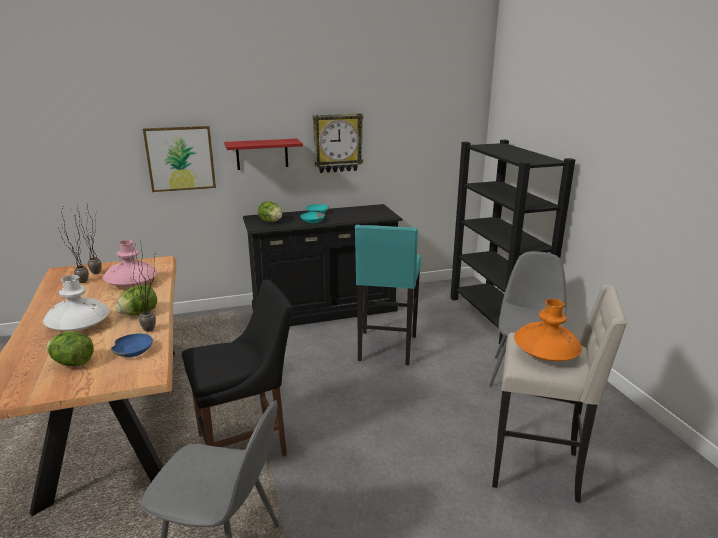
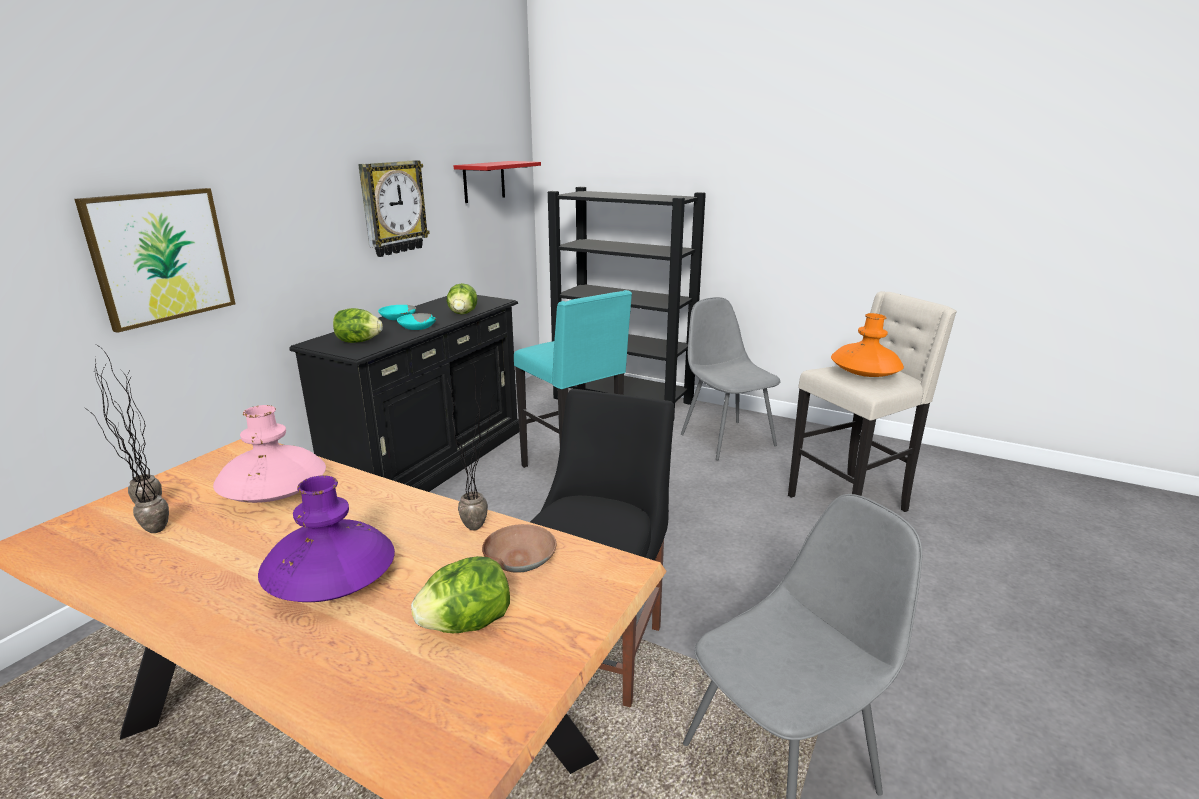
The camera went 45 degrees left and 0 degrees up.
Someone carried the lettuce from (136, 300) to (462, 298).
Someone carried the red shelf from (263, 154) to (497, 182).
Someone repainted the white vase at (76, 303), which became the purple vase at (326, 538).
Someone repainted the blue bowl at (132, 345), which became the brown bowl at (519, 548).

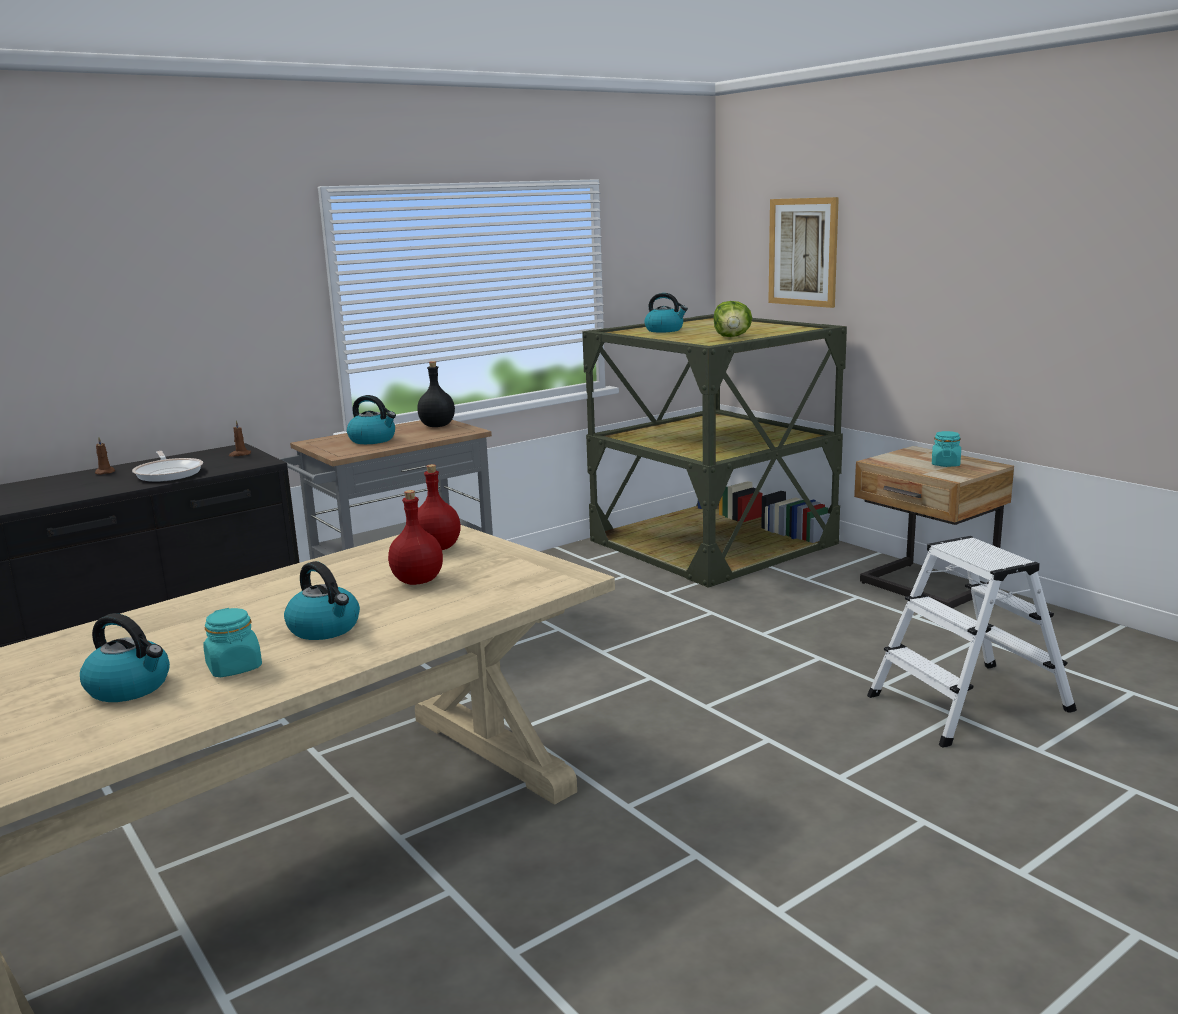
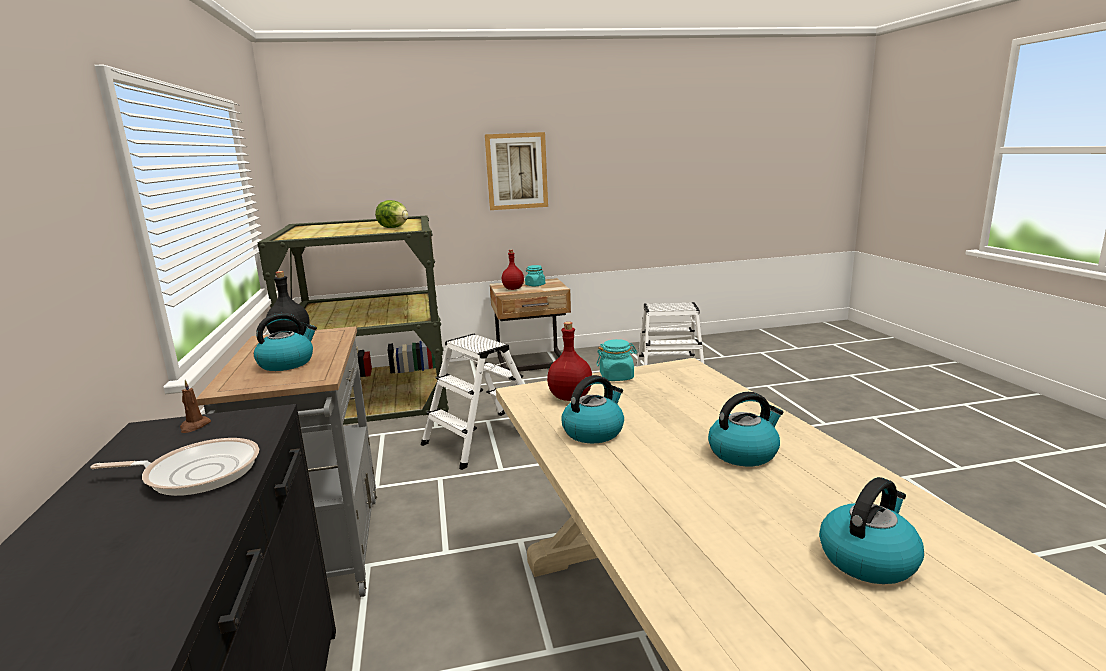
The camera went 65 degrees left and 0 degrees up.
Someone took away the brown candle at (105, 456).
Someone put down the white step ladder at (472, 402).
Someone carried the turquoise jar from (232, 642) to (617, 360).
Someone carried the red bottle from (415, 537) to (513, 270).
Someone carried the kettle from (666, 312) to (592, 409).
Someone carried the picture from (803, 252) to (516, 171).

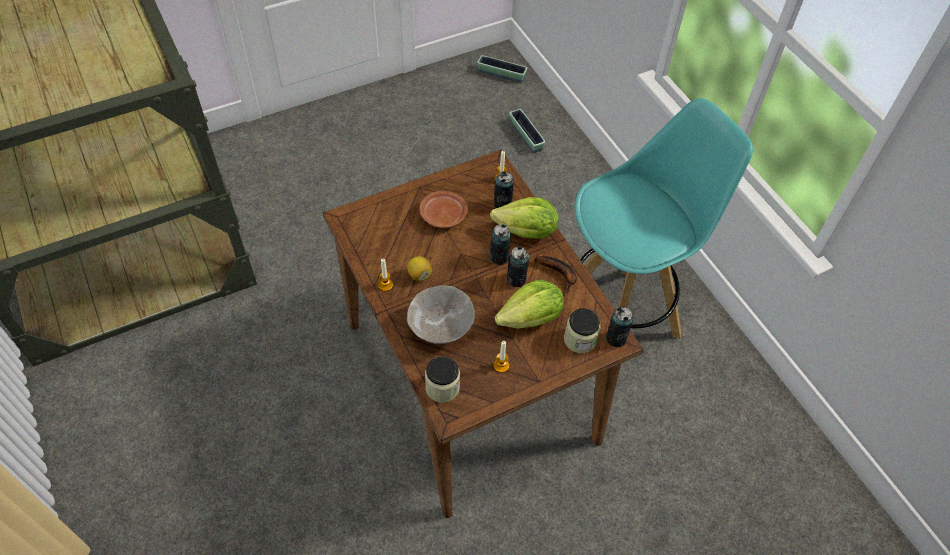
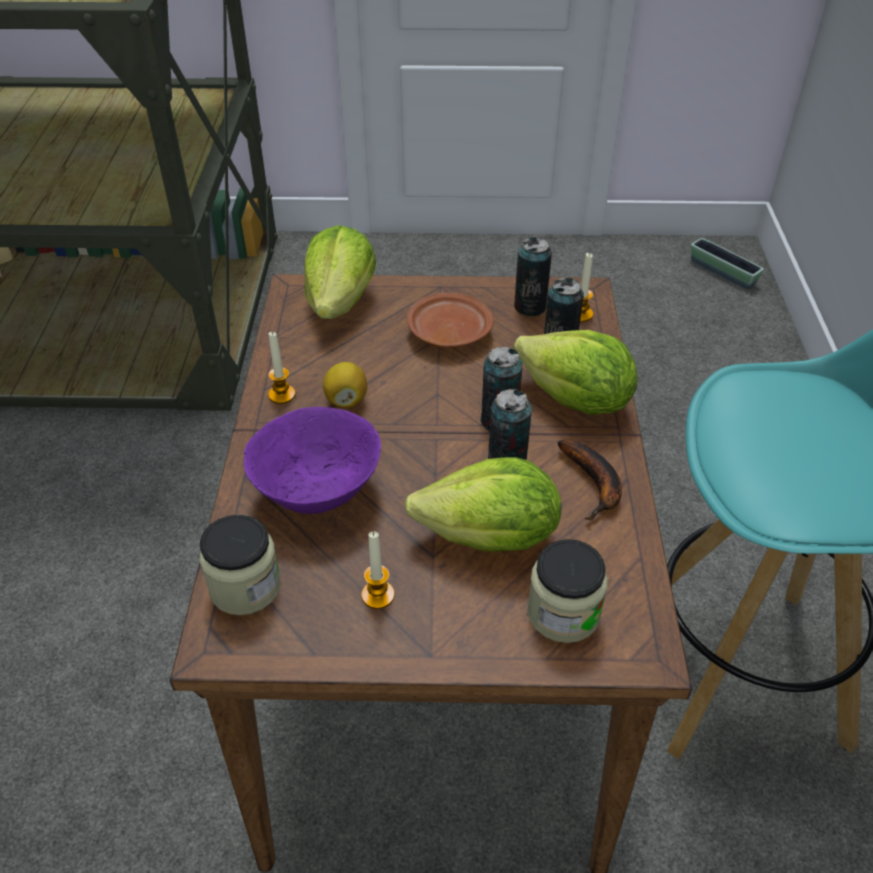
The camera went 30 degrees right and 10 degrees down.
Someone took away the planter at (527, 131).
Someone put down the lettuce at (340, 272).
Someone carried the can from (619, 327) to (533, 276).
Someone repainted the grey bowl at (441, 314), which became the purple bowl at (312, 460).

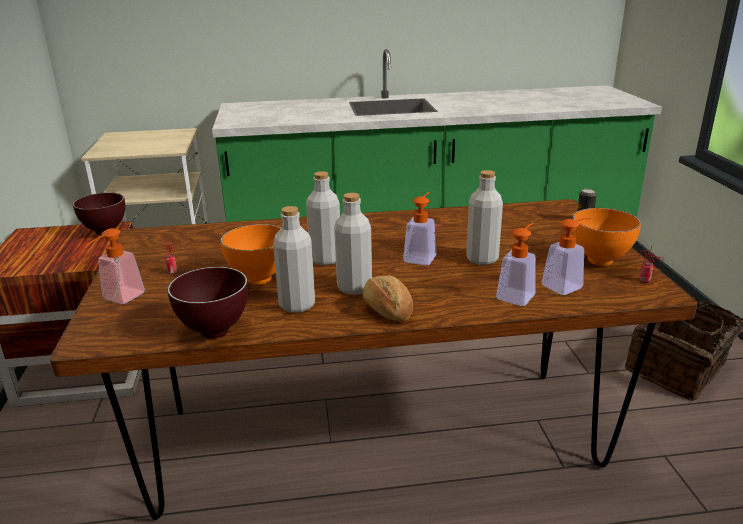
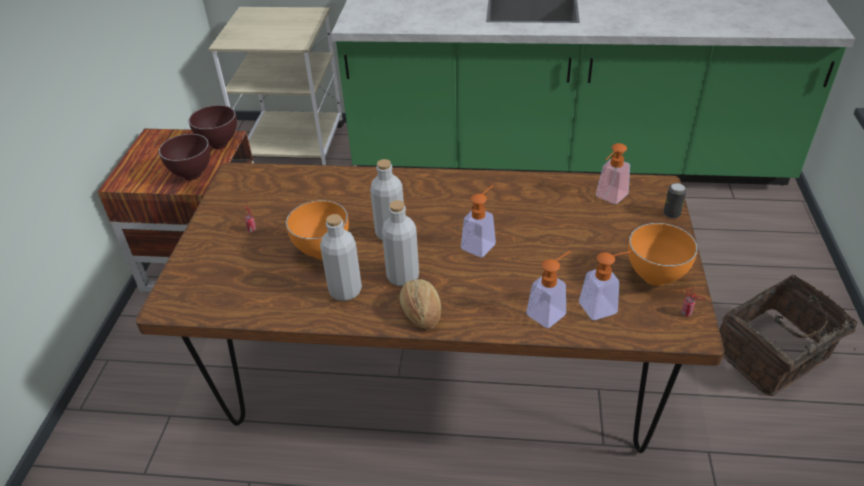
The camera went 15 degrees right and 15 degrees up.
Someone took away the grey bottle at (484, 217).
Someone carried the soap dispenser from (115, 266) to (613, 173).
Someone carried the brown bowl from (208, 303) to (185, 157).

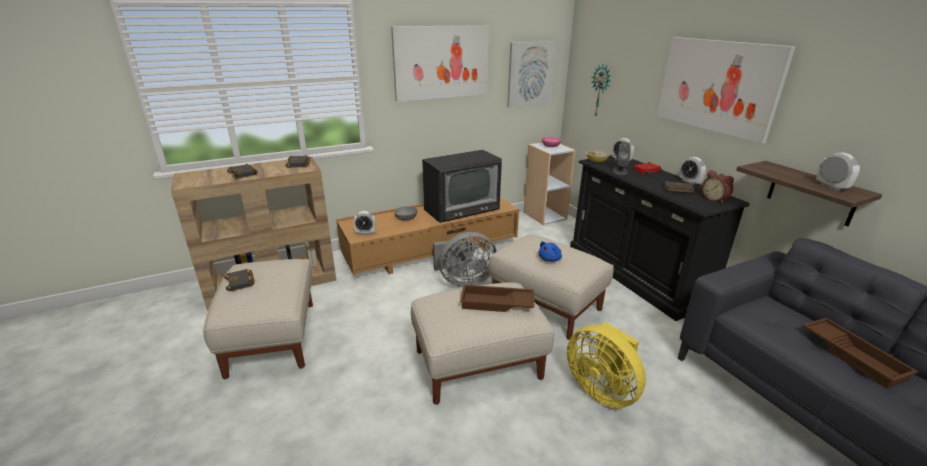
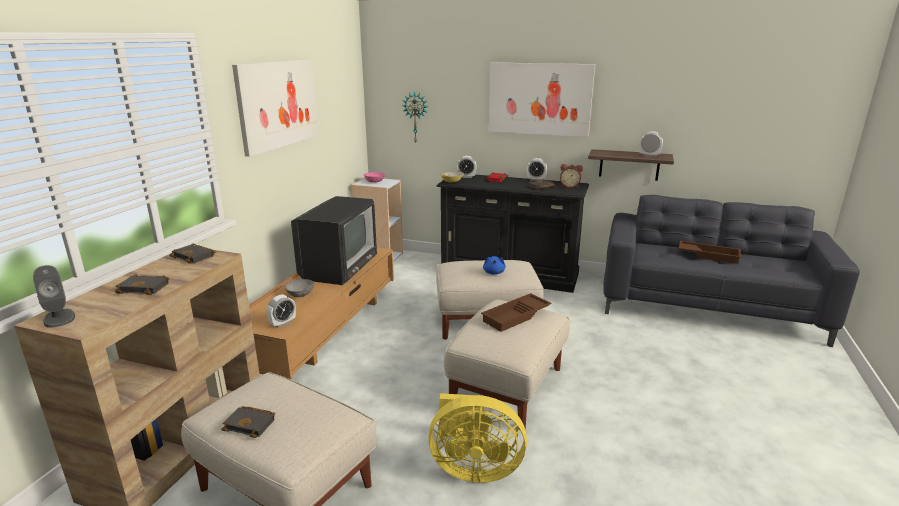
The camera went 45 degrees left and 5 degrees down.
Someone took away the grey fan at (465, 259).
Someone took away the picture at (531, 74).
Someone carried the yellow fan from (606, 365) to (478, 438).
Someone carried the grey speaker from (622, 158) to (54, 296).

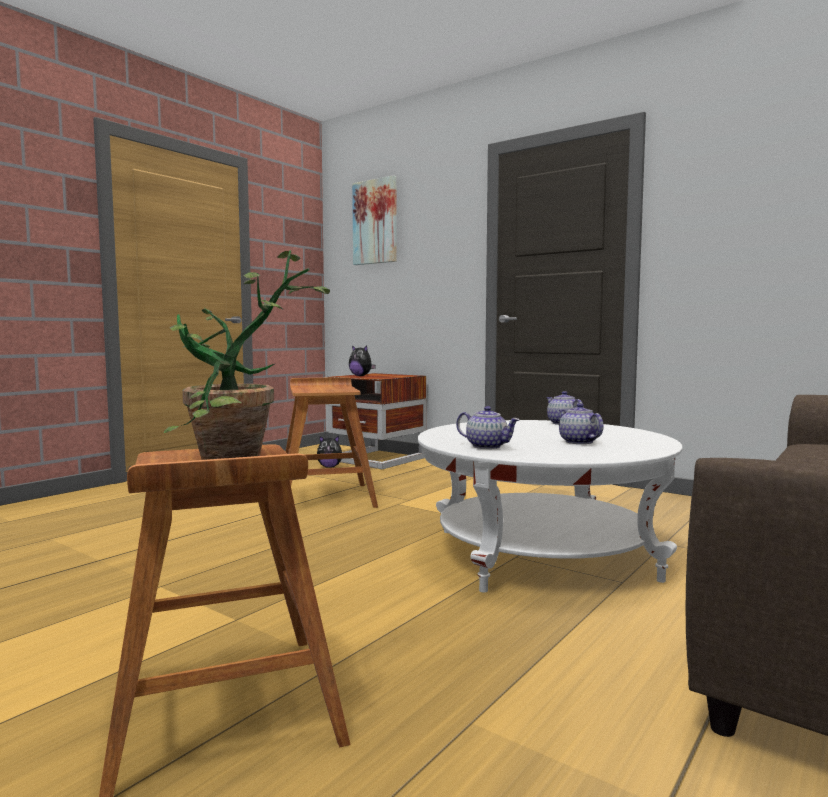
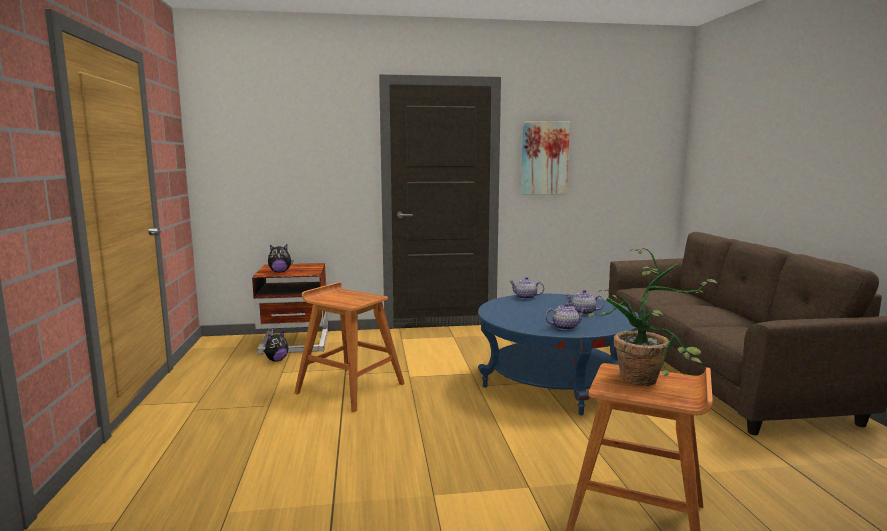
The camera went 45 degrees left and 5 degrees up.
Someone carried the picture from (374, 220) to (545, 158).
Someone repainted the white coffee table at (550, 506), which became the blue coffee table at (558, 354).

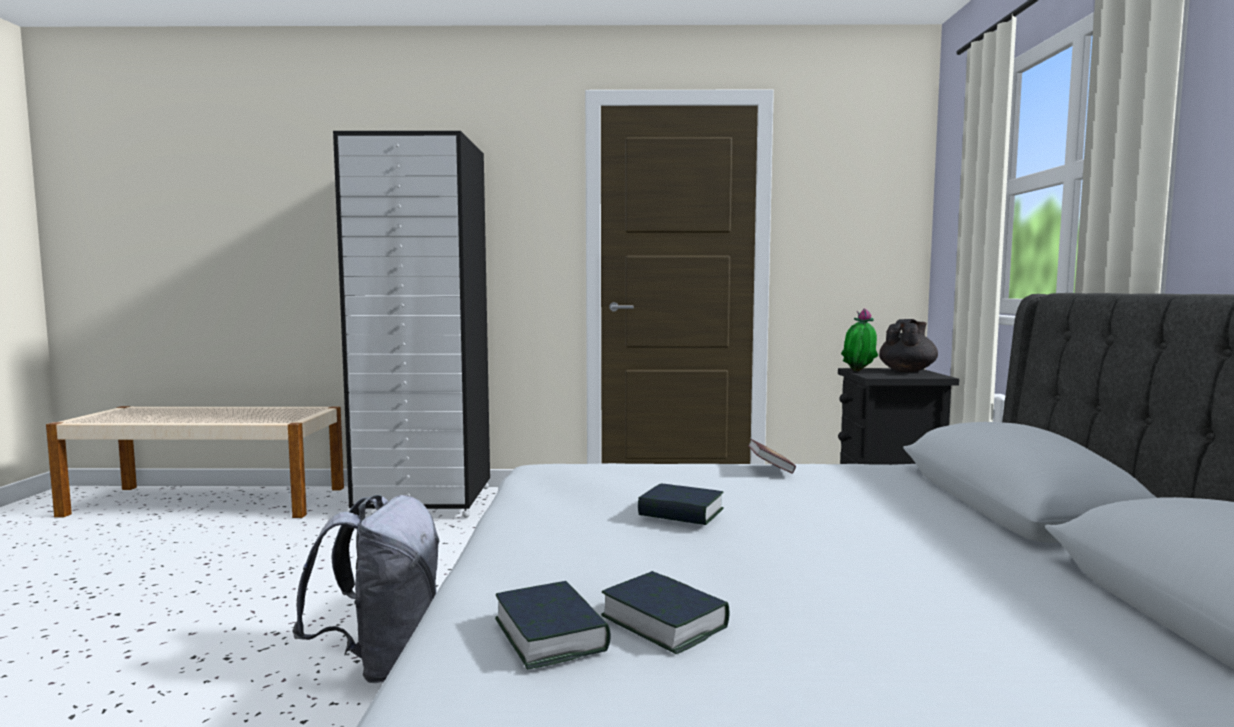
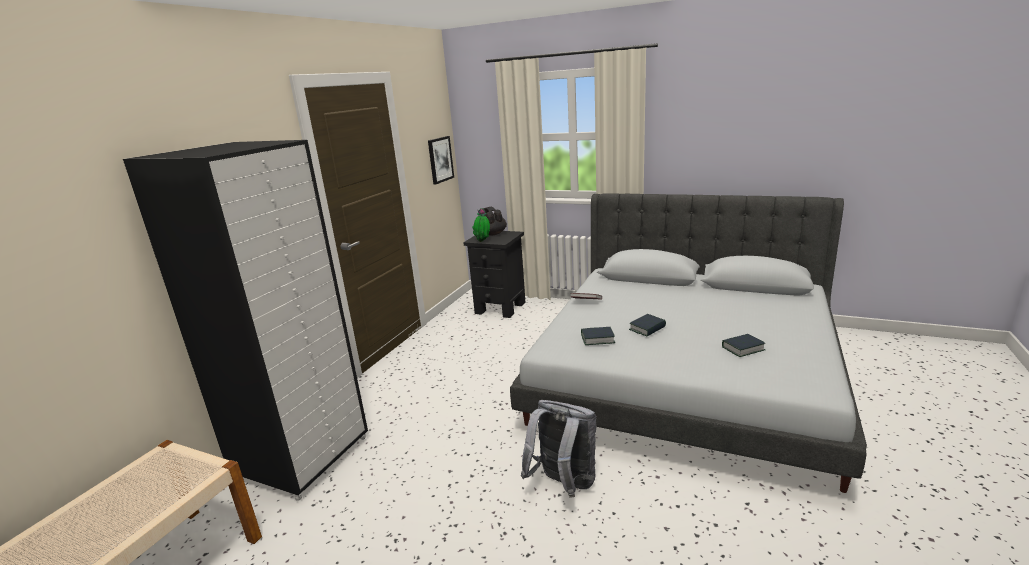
The camera went 65 degrees left and 15 degrees up.
Someone put up the picture at (441, 160).
Someone carried the book from (553, 625) to (598, 336).

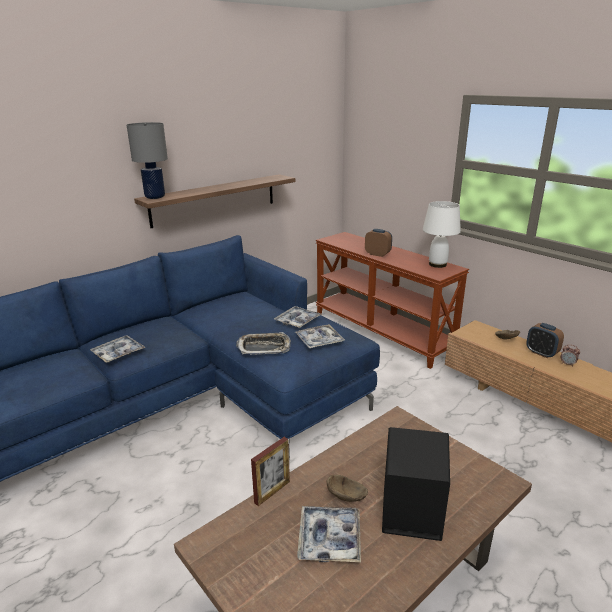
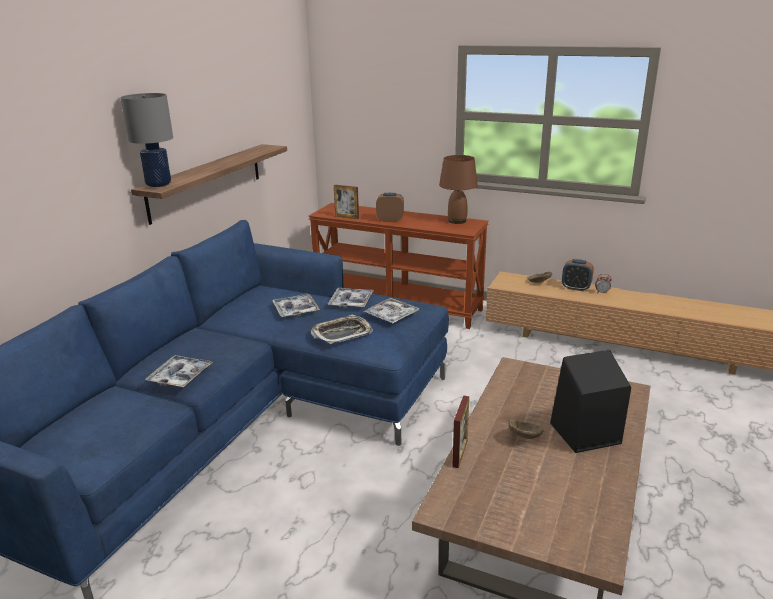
The camera went 25 degrees left and 0 degrees up.
Someone put down the picture frame at (346, 202).
Someone carried the tray from (329, 534) to (296, 305).
Someone repainted the white table lamp at (442, 234), which became the brown table lamp at (458, 189).

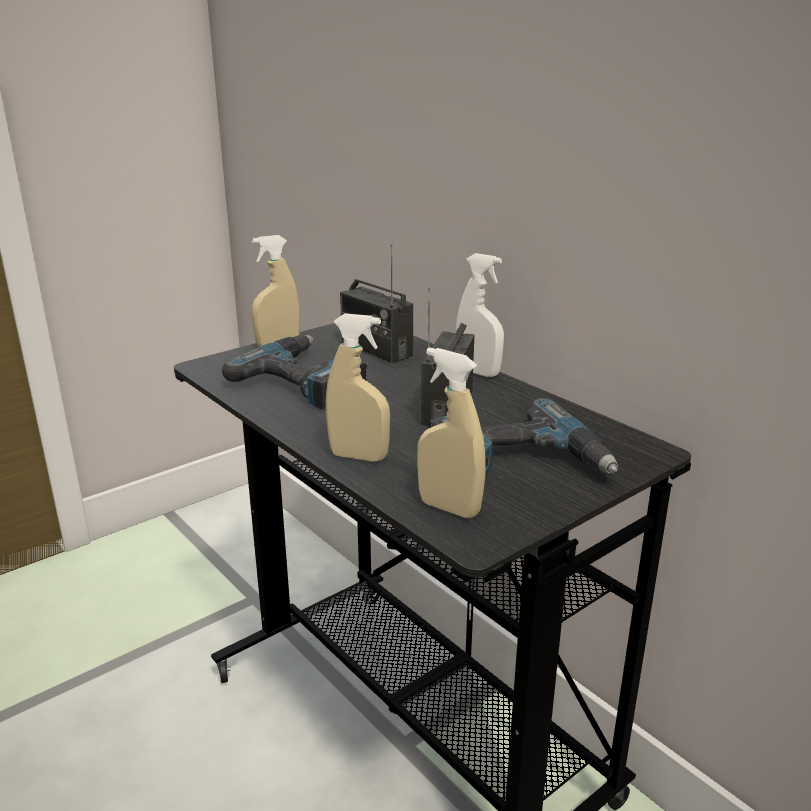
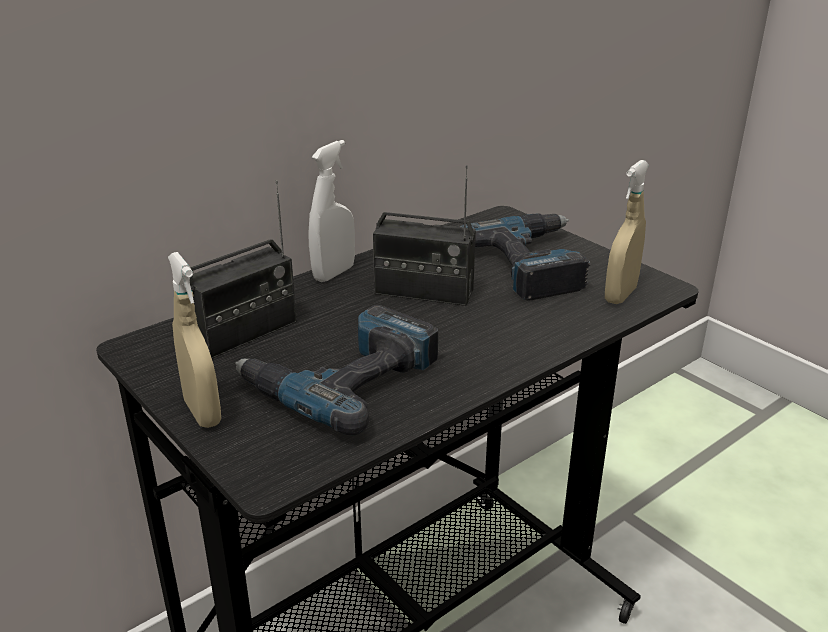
The camera went 90 degrees left and 5 degrees up.
Someone took away the beige spray bottle at (358, 387).

